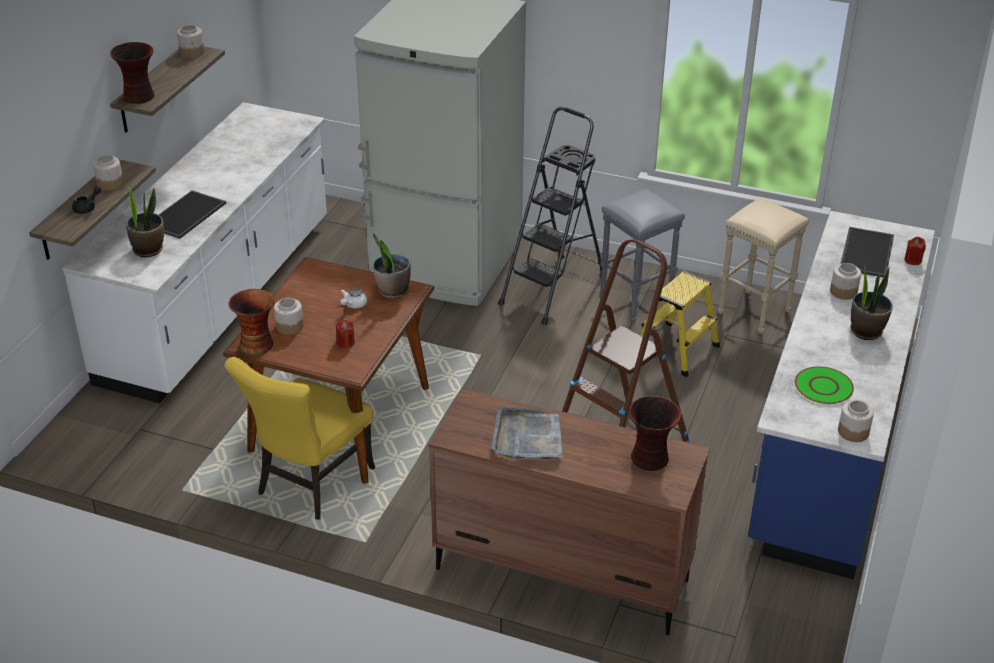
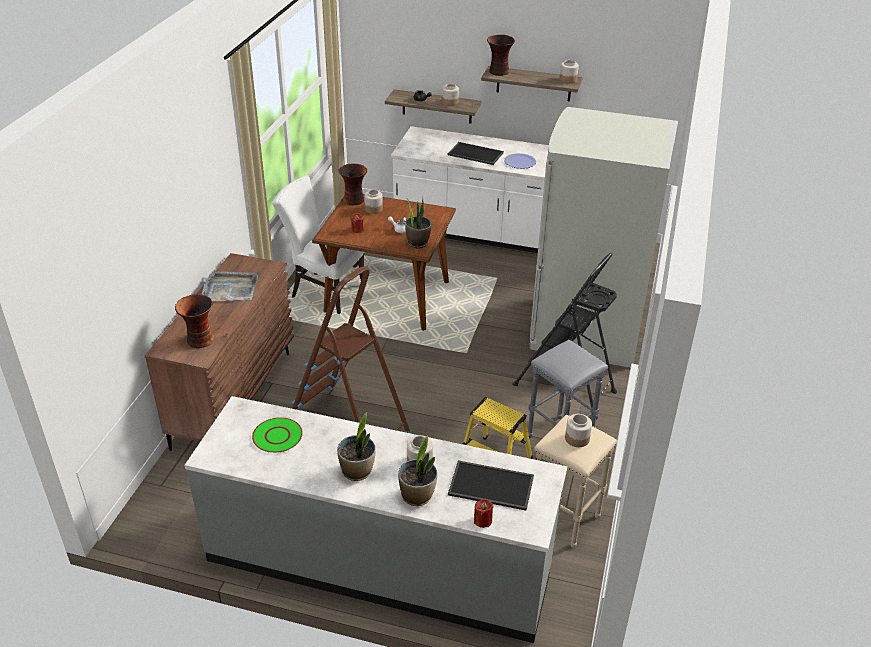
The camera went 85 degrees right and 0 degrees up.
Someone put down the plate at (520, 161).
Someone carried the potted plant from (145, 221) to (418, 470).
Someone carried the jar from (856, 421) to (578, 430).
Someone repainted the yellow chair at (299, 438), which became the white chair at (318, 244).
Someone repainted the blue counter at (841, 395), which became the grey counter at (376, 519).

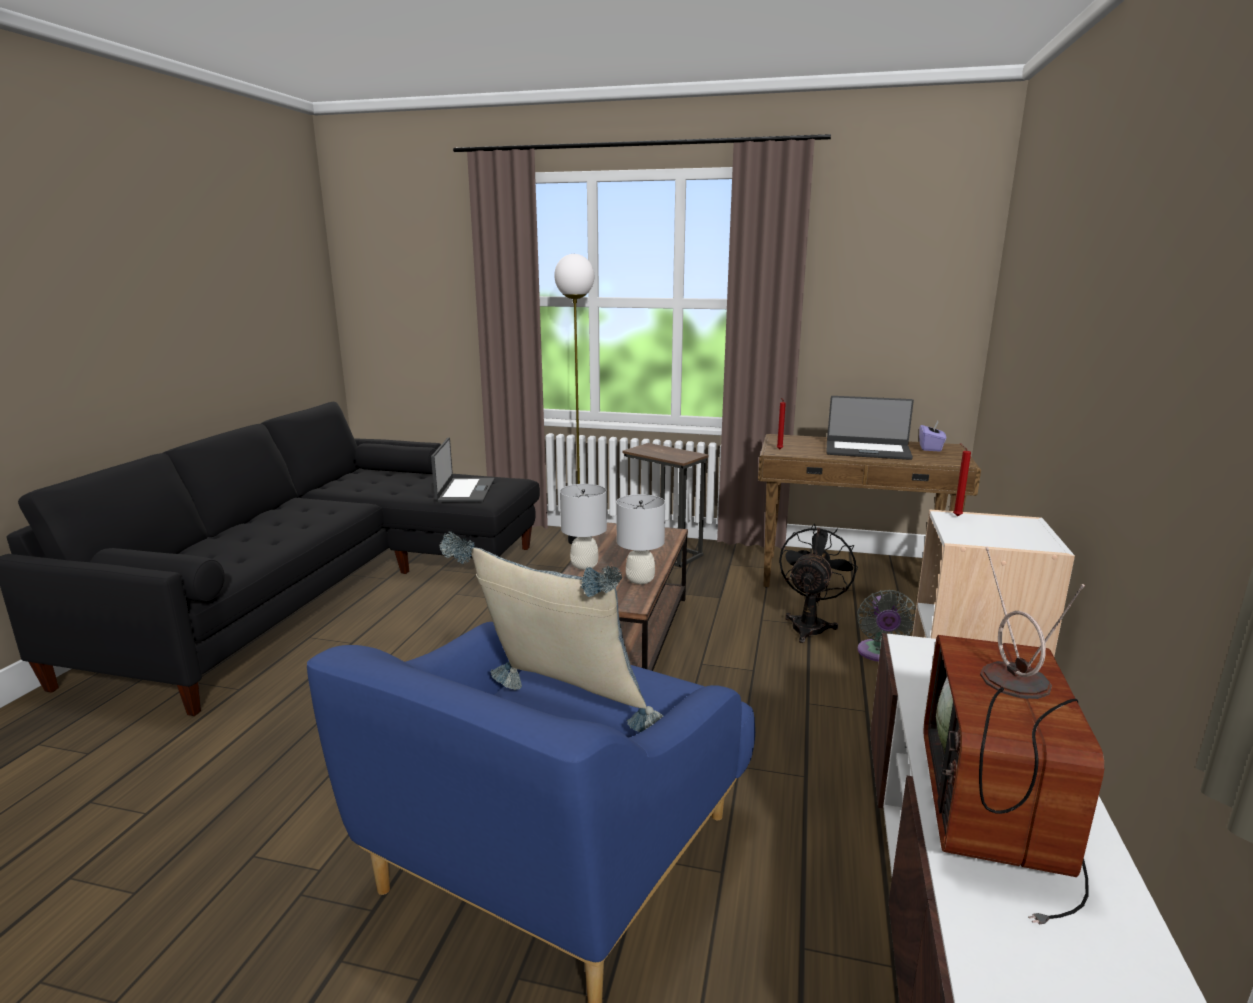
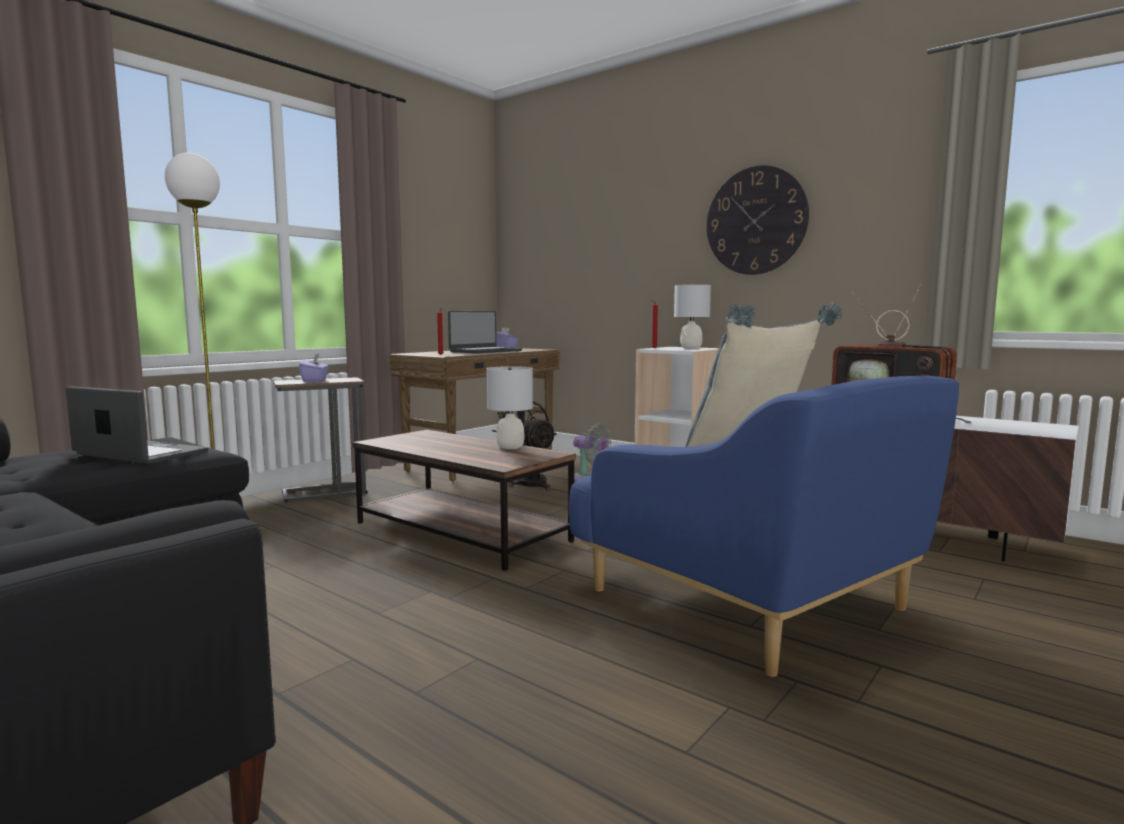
The camera went 65 degrees left and 10 degrees down.
Someone put down the purple tissue box at (313, 367).
Someone put up the wall clock at (758, 220).
Someone carried the grey table lamp from (583, 527) to (692, 316).

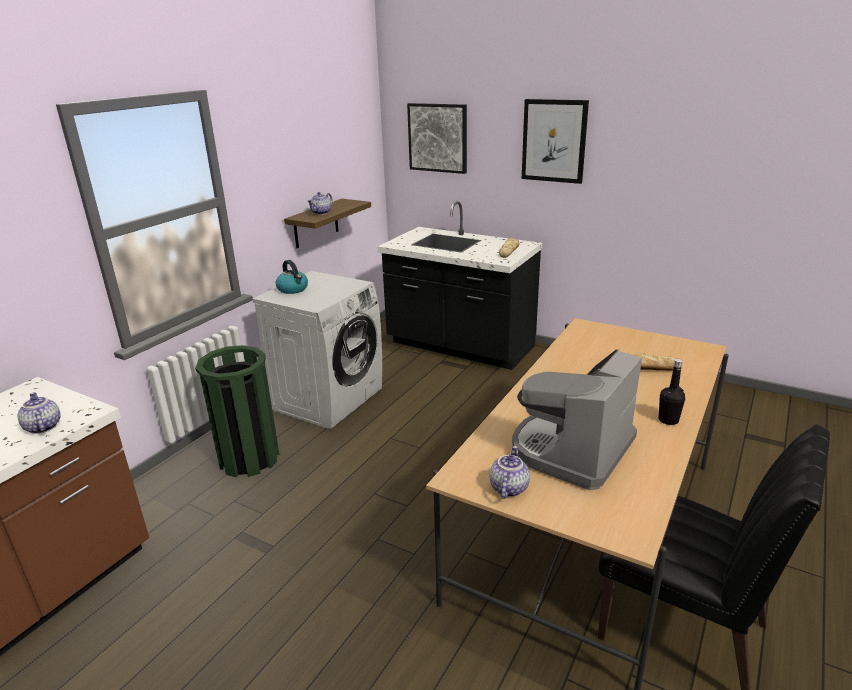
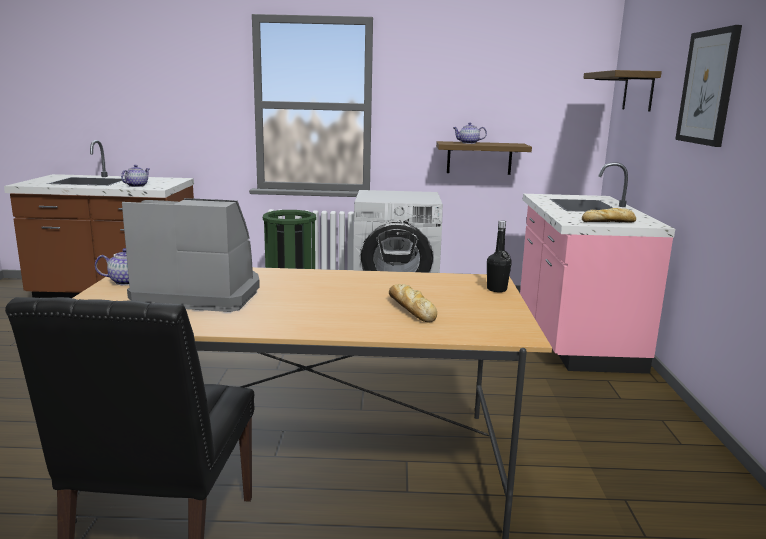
The camera went 60 degrees right and 10 degrees down.
Someone took away the kettle at (292, 277).
Someone carried the black bottle from (672, 392) to (499, 256).
Someone swapped the picture at (437, 138) for the shelf at (622, 91).
Someone repainted the black counter at (459, 285), which became the pink counter at (597, 268).

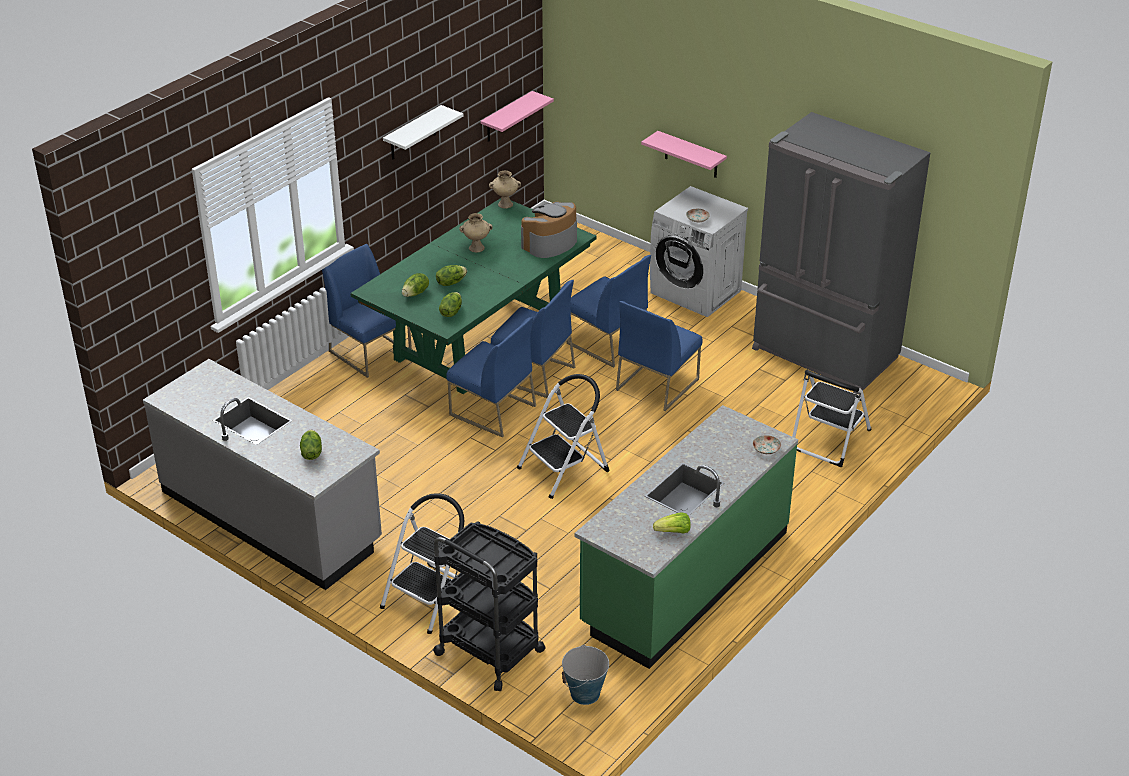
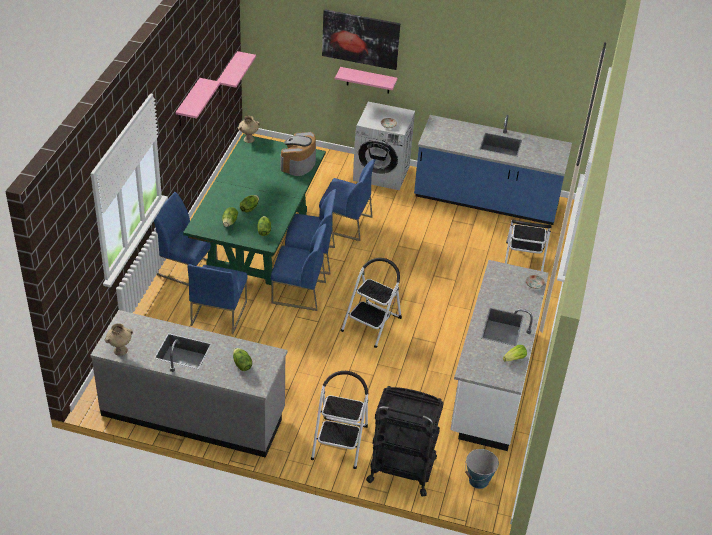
The camera went 25 degrees left and 5 degrees up.
Someone put up the picture at (361, 39).
Someone carried the beige vase from (476, 232) to (119, 339).
Someone carried the blue chair from (659, 356) to (218, 299).
Someone swapped the grey fridge at (841, 253) for the blue counter at (493, 170).
Someone repainted the white shelf at (423, 132), which became the pink shelf at (198, 102).
Someone repainted the green counter at (686, 537), which became the white counter at (499, 355).

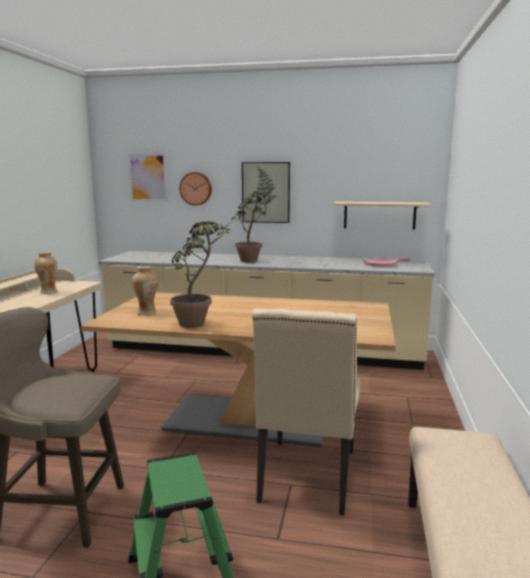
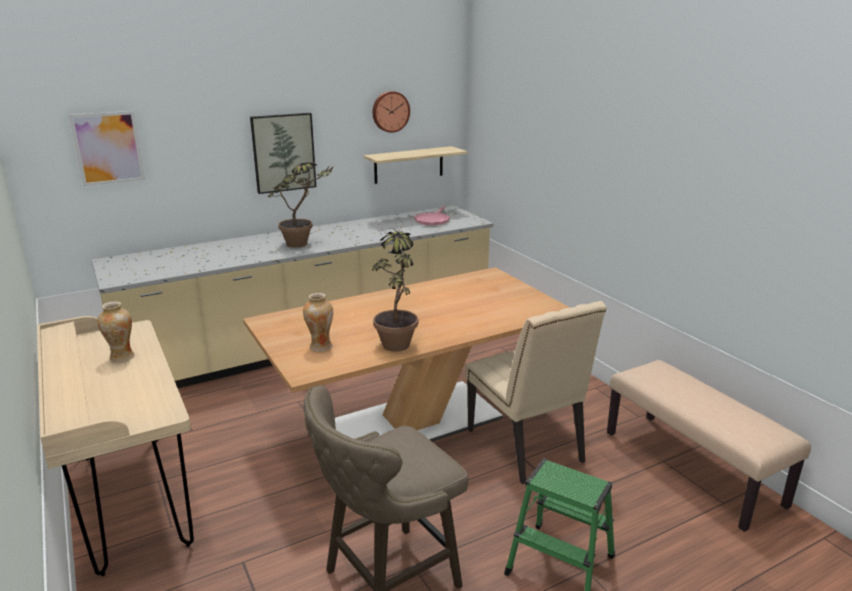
The camera went 40 degrees left and 10 degrees up.
Someone carried the wall clock from (195, 189) to (391, 112).

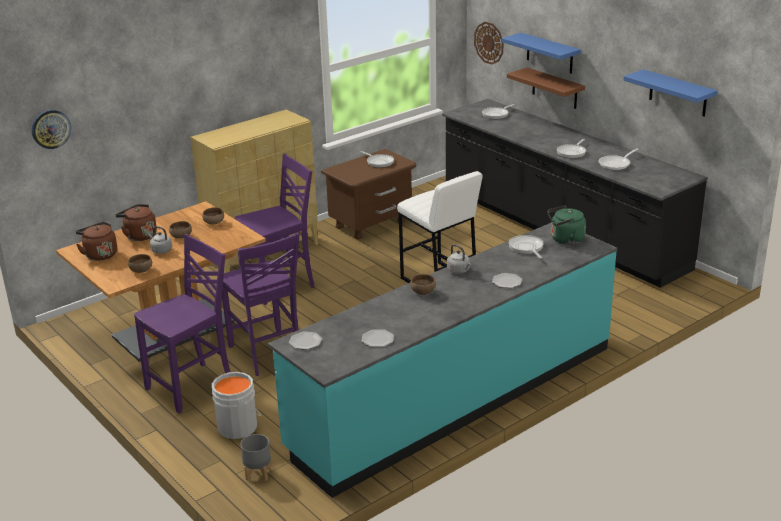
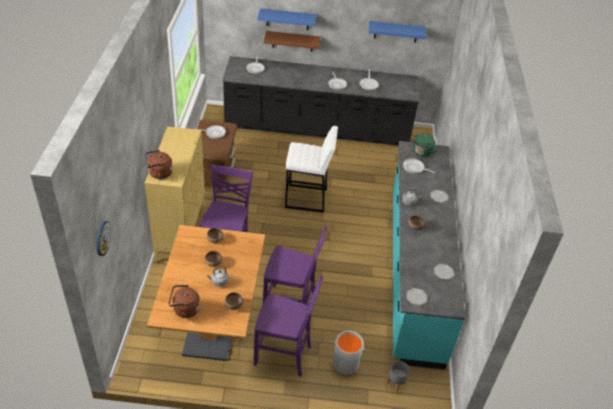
The camera went 50 degrees left and 15 degrees up.
Someone took away the wall clock at (488, 43).
Someone carried the brown kettle from (136, 222) to (159, 164).
Someone rotated the purple chair at (182, 324) by 105 degrees clockwise.

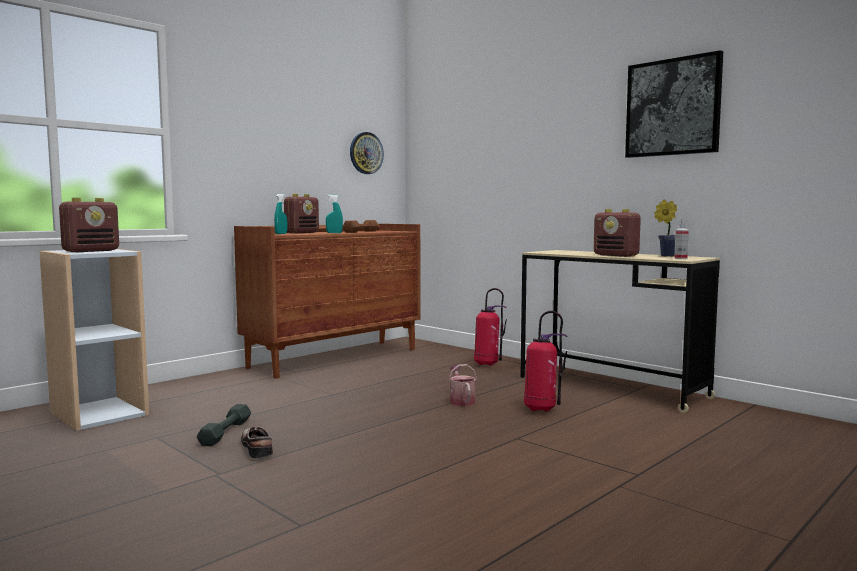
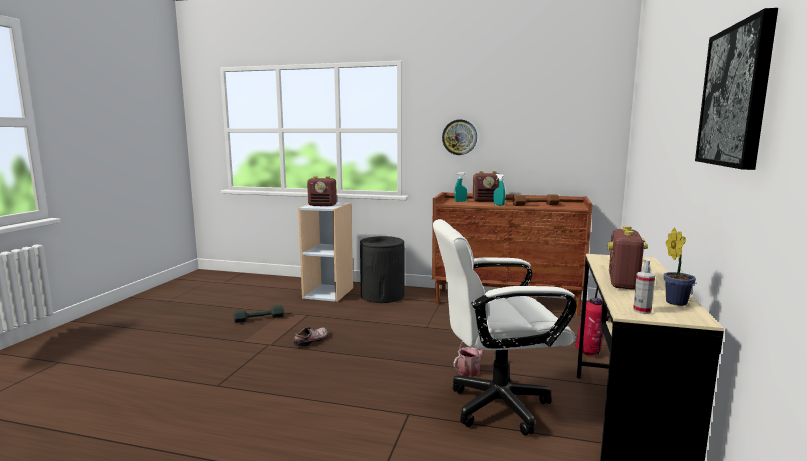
The camera went 60 degrees right and 5 degrees up.
Someone put down the black trash can at (382, 269).
Someone carried the grey dumbbell from (224, 425) to (259, 314).
Someone carried the wall clock from (367, 153) to (459, 137).
Someone swapped the fire extinguisher at (546, 361) for the white office chair at (505, 327).

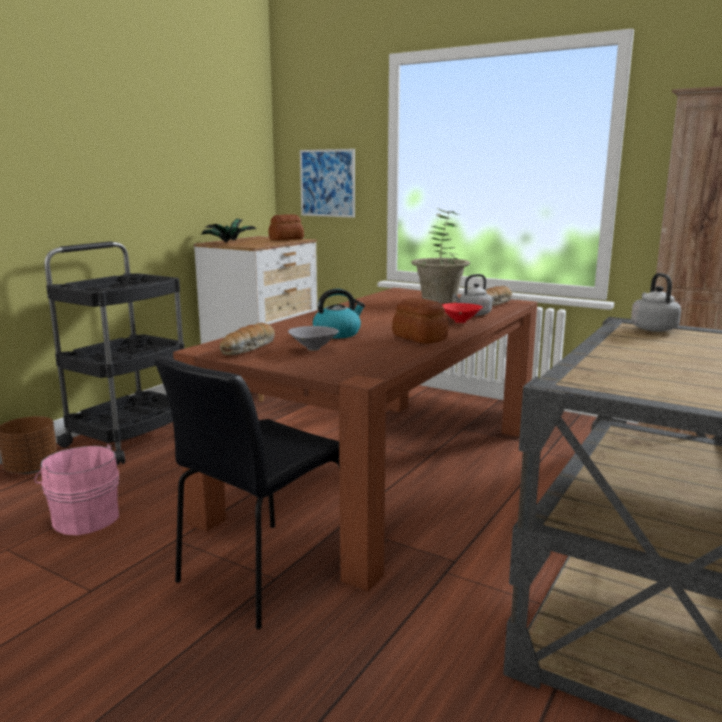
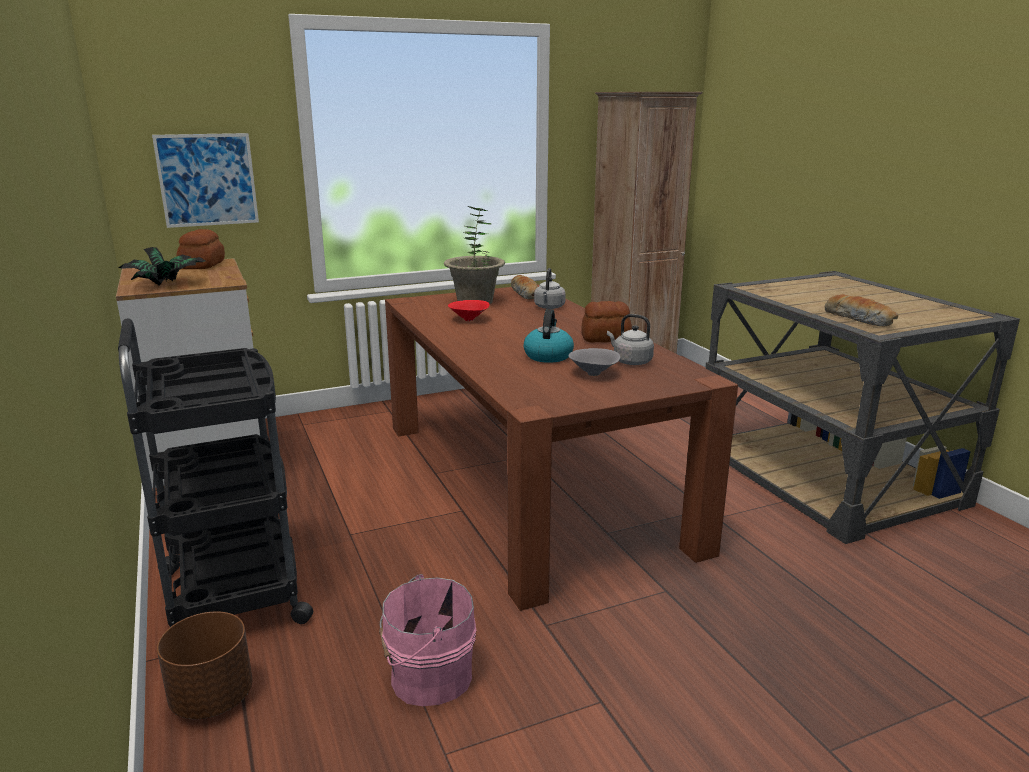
The camera went 55 degrees left and 5 degrees up.
Someone took away the black chair at (246, 492).
Someone carried the bread from (247, 339) to (861, 310).
Someone carried the red bowl from (462, 313) to (469, 310).
Someone carried the grey kettle from (656, 302) to (630, 339).

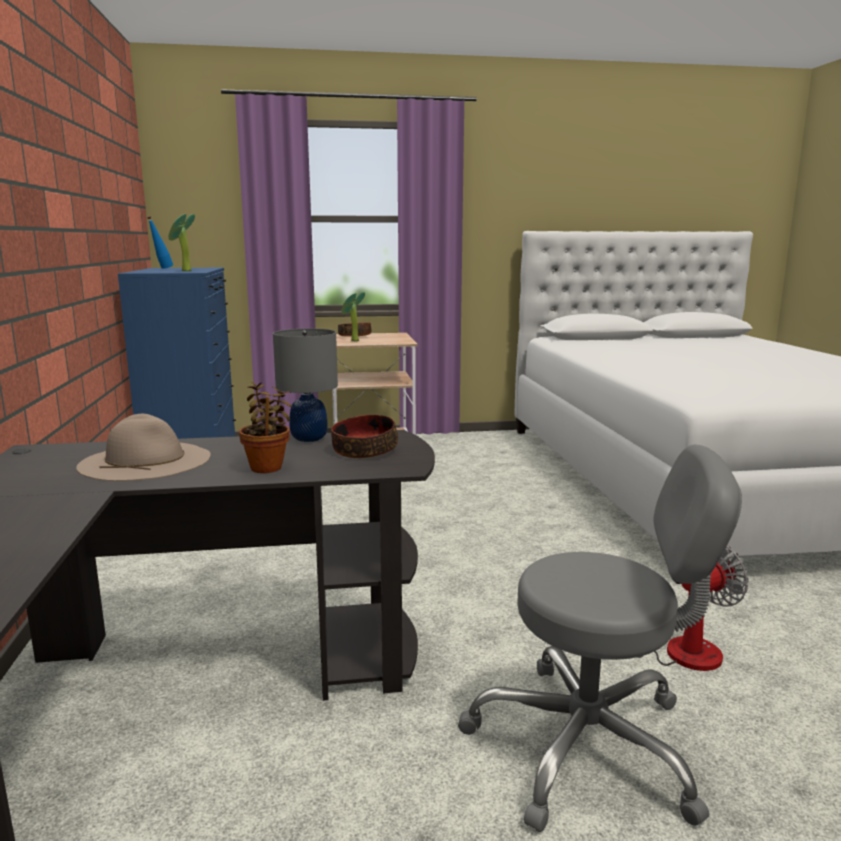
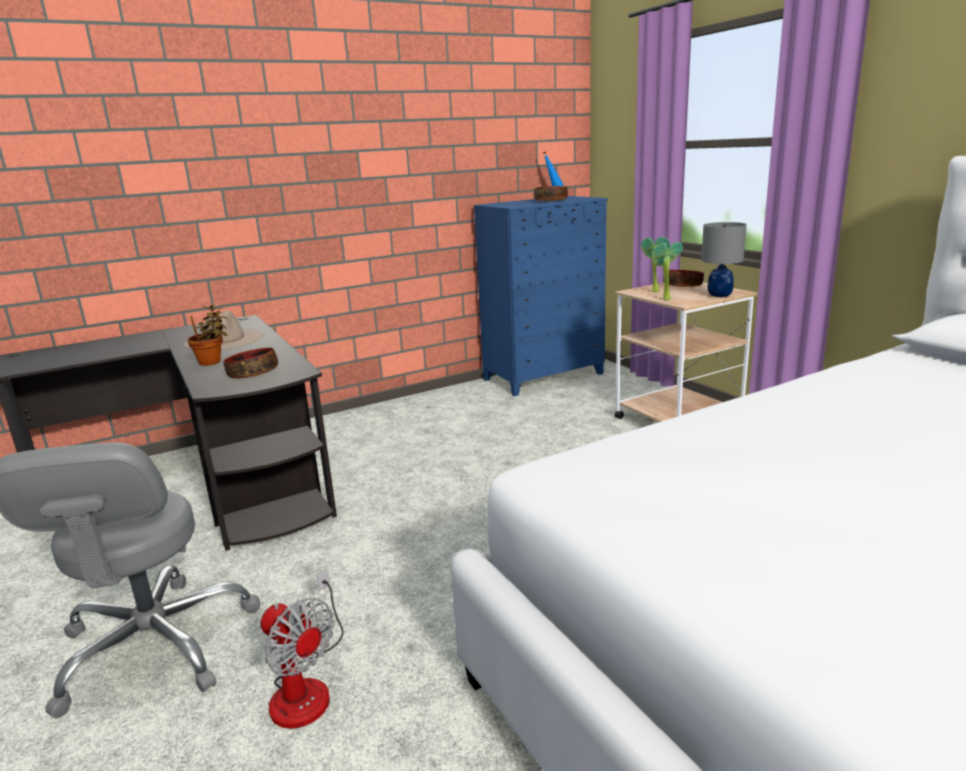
The camera went 70 degrees right and 5 degrees up.
Someone put down the bowl at (551, 193).
Someone carried the potted plant from (181, 242) to (667, 271).
Someone carried the grey table lamp from (305, 385) to (724, 259).

